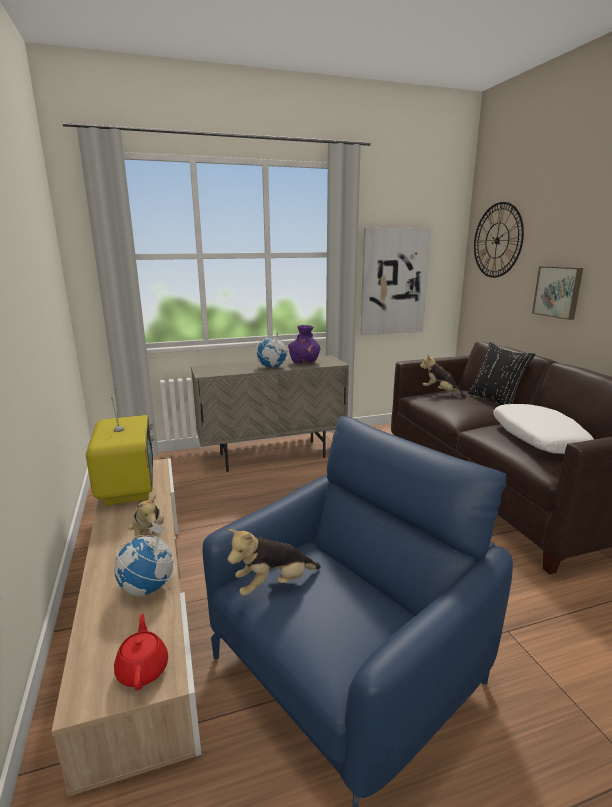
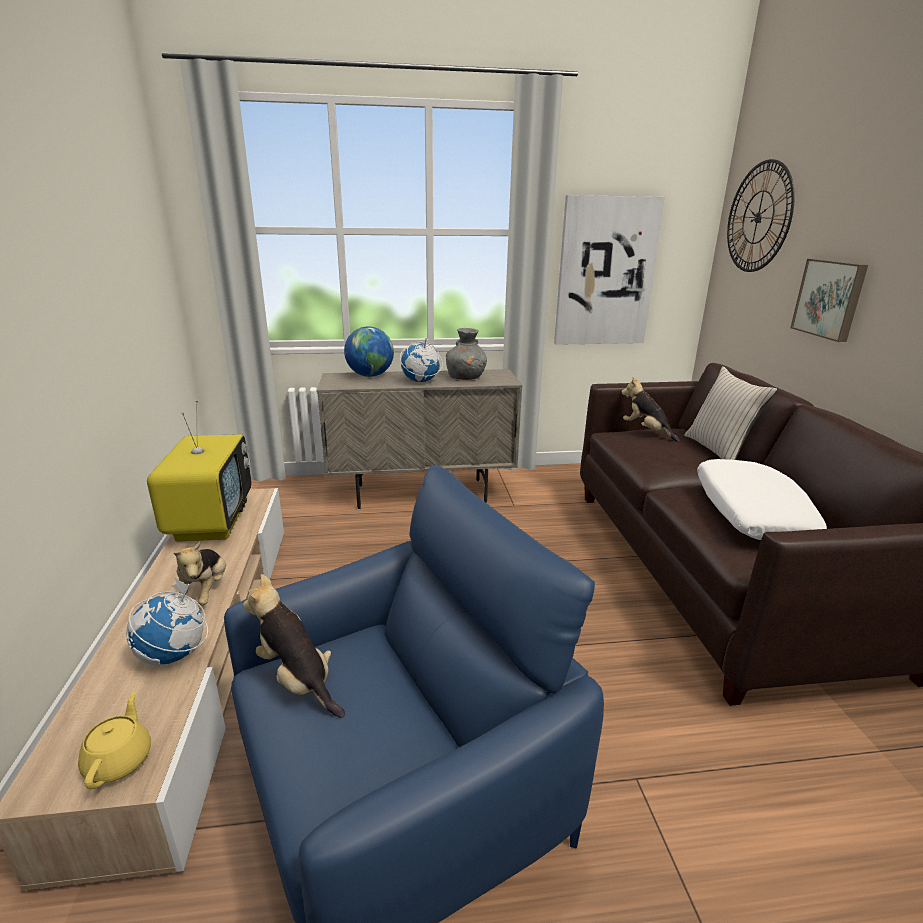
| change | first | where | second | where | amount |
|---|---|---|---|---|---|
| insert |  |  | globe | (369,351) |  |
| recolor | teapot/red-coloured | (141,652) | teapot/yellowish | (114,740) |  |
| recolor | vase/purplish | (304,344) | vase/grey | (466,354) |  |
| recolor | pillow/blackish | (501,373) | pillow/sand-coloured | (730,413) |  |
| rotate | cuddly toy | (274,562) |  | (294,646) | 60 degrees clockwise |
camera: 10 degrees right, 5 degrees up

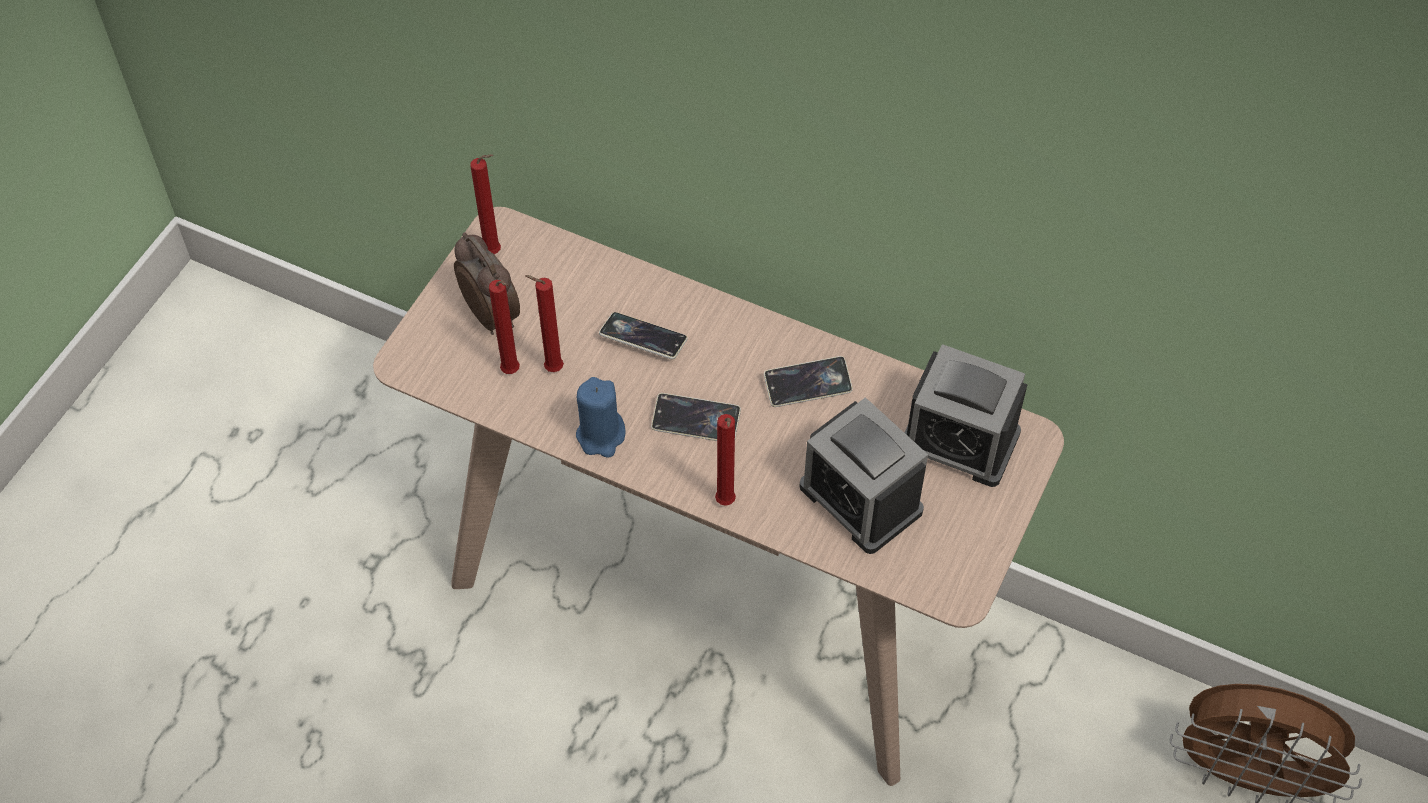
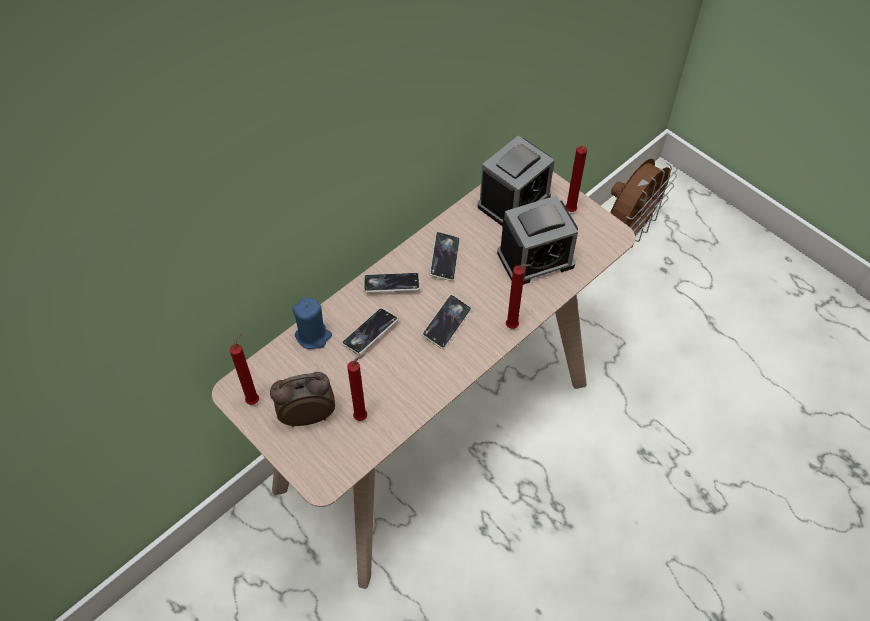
| change | first | where | second | where | amount |
|---|---|---|---|---|---|
| insert |  |  | handset | (392,283) |  |
| move | wax light/red-coloured | (544,323) |  | (576,179) |  |
| move | wax light/blue | (601,417) |  | (312,323) |  |
camera: 70 degrees left, 0 degrees up

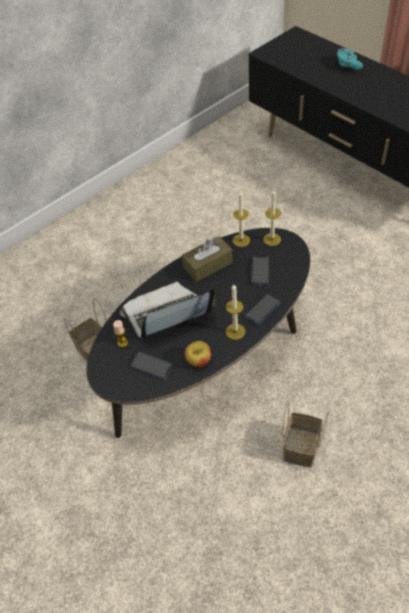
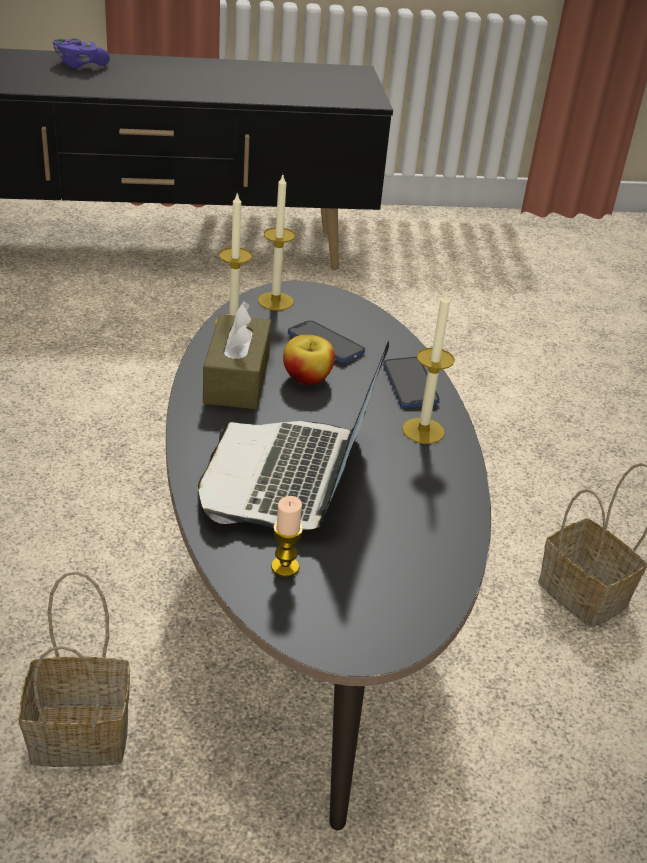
| change | first | where | second | where | amount |
|---|---|---|---|---|---|
| delete | handset | (151,365) |  |  |  |
| move | apple fruit | (197,354) |  | (309,360) |  |
| recolor | game controller/turquoise | (350,59) | game controller/purplish | (81,53) |  |
camera: 60 degrees left, 15 degrees down

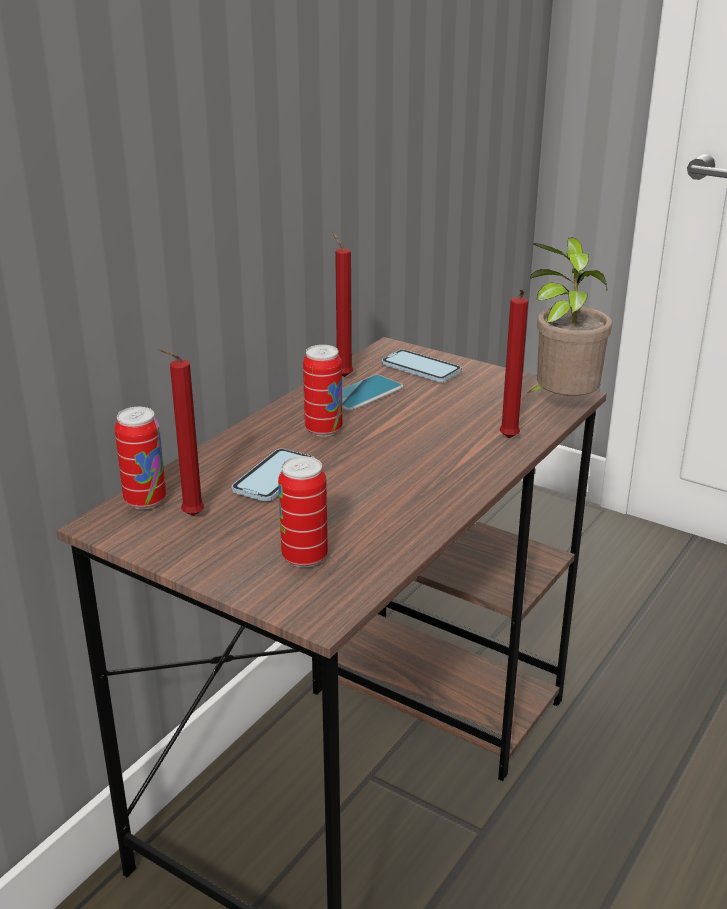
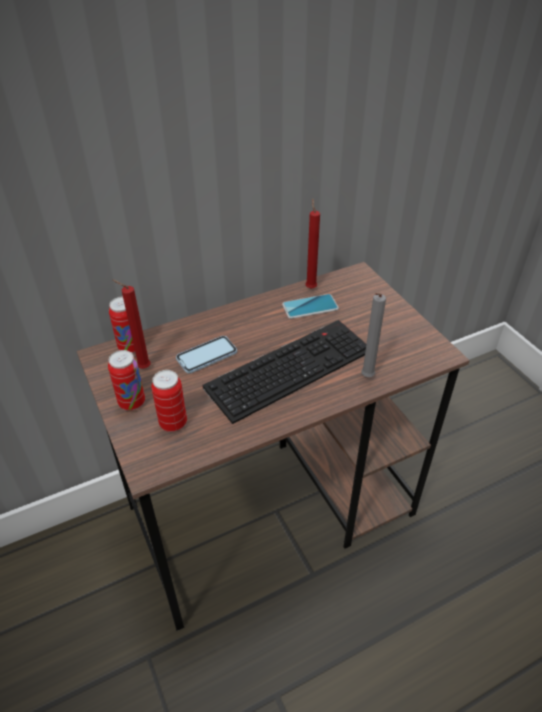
| change | first | where | second | where | amount |
|---|---|---|---|---|---|
| delete | handset | (421,365) |  |  |  |
| delete | potted plant | (569,316) |  |  |  |
| insert |  |  | PC keyboard | (284,372) |  |
| move | can | (322,391) |  | (126,380) |  |
| recolor | wax light/red-coloured | (513,363) | wax light/grey | (373,335) |  |
camera: 30 degrees right, 15 degrees up

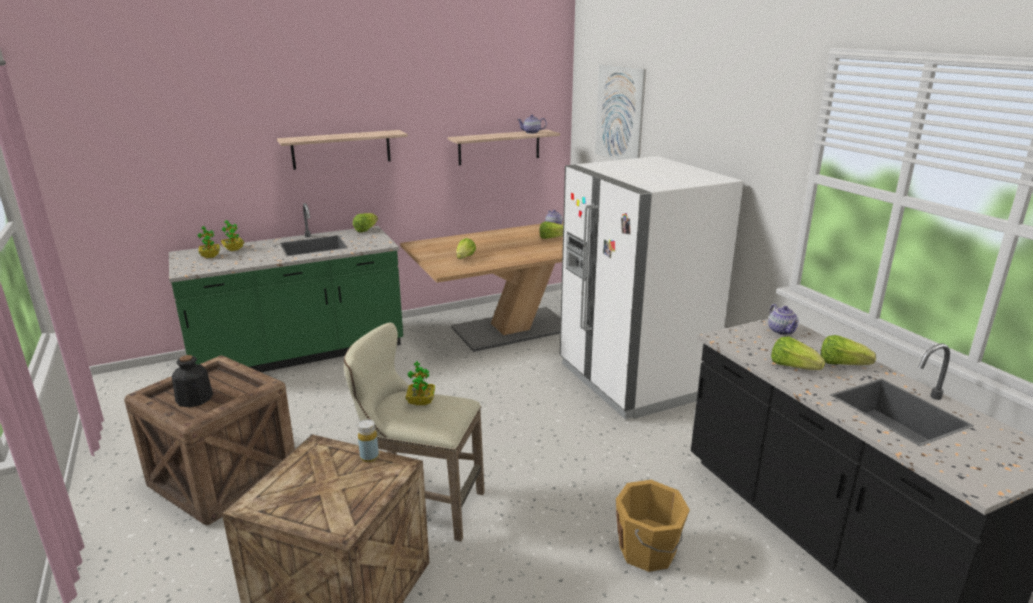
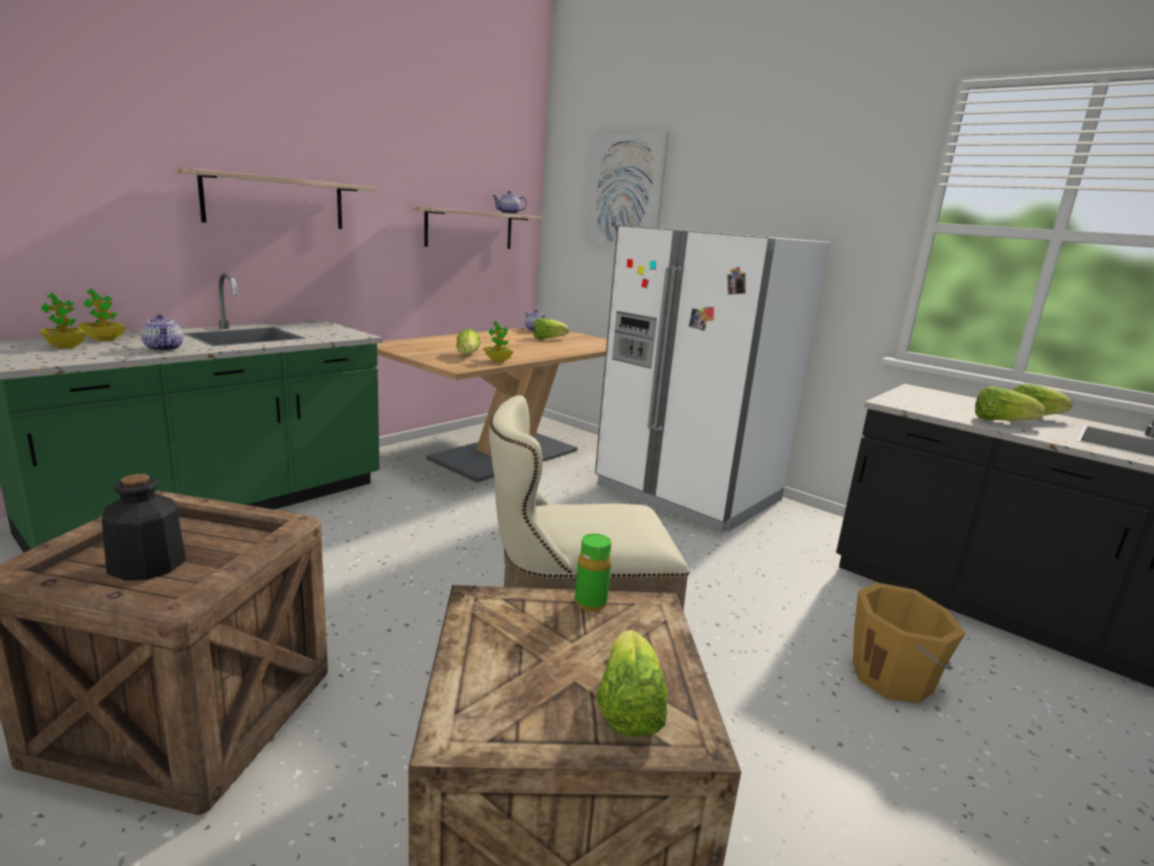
| change | first | where | second | where | amount |
|---|---|---|---|---|---|
| move | lettuce head | (365,222) |  | (632,683) |  |
| move | potted plant | (420,383) |  | (498,341) |  |
| move | teapot | (783,319) |  | (162,332) |  |
| recolor | bottle/yellowish | (368,440) | bottle/green | (593,572) |  |
camera: 25 degrees left, 5 degrees down

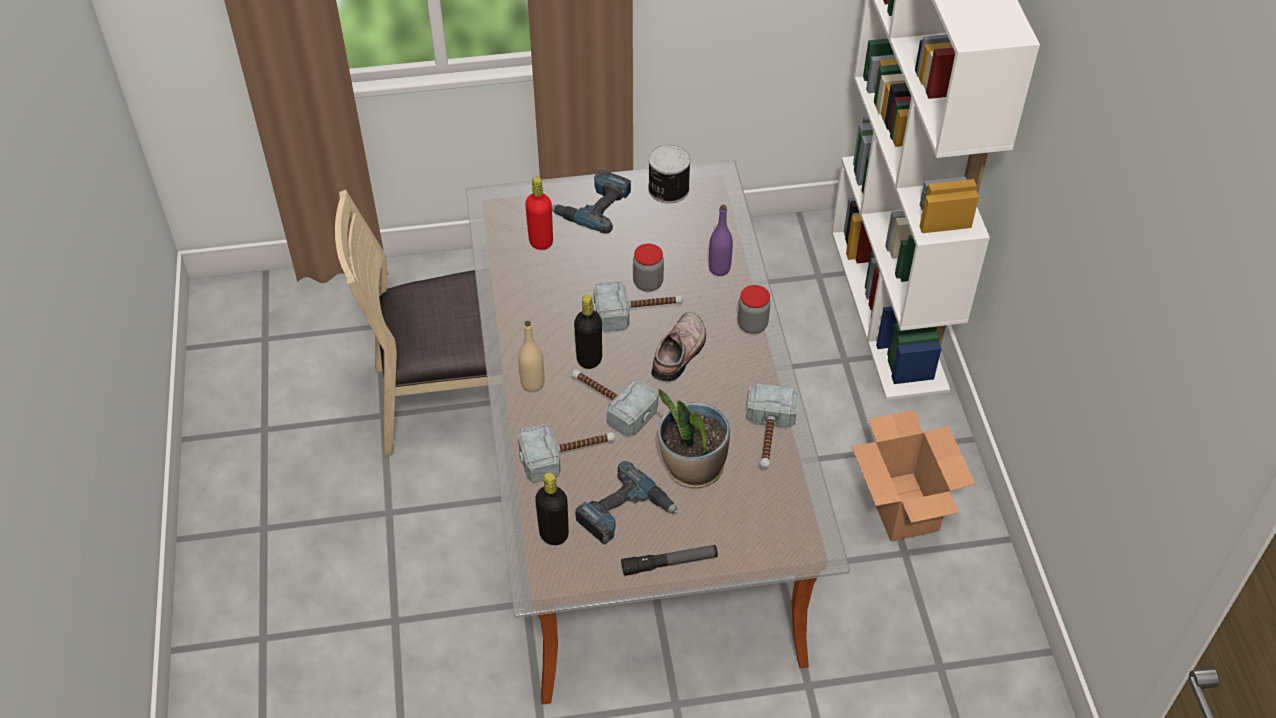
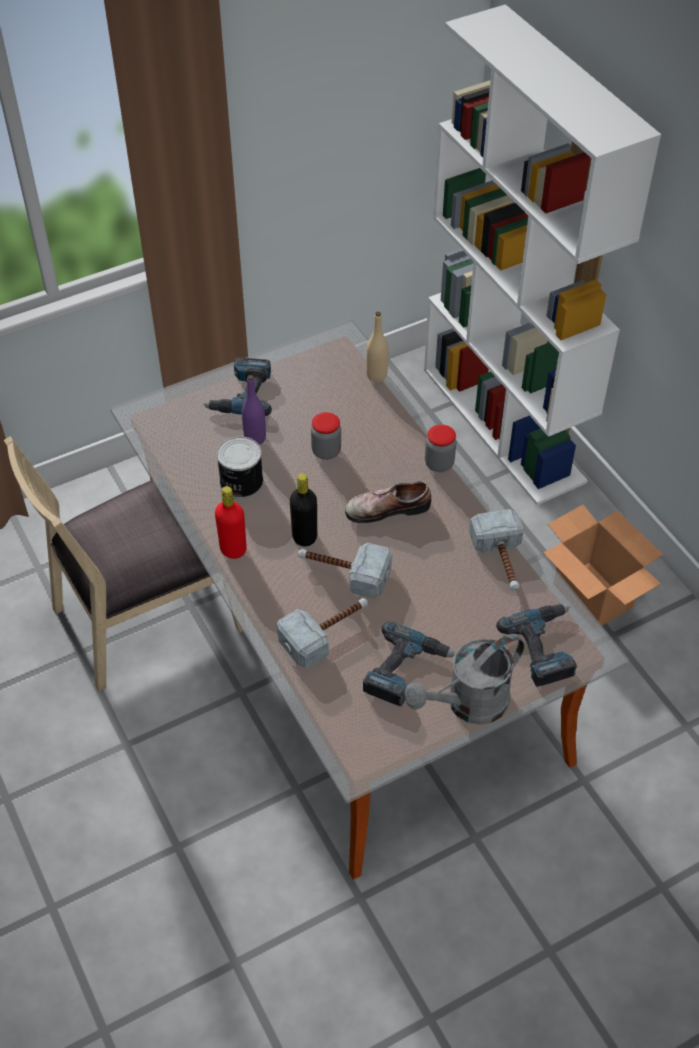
| change | first | where | second | where | amount |
|---|---|---|---|---|---|
| delete | bottle/blackish | (552,509) |  |  |  |
| delete | hammer | (638,306) |  |  |  |
| delete | potted plant | (694,438) |  |  |  |
| insert |  |  | power drill | (536,645) |  |
| move | bottle/sand-coloured | (531,356) |  | (377,346) |  |
| move | bottle/red-coloured | (539,213) |  | (231,522) |  |
| move | can | (669,173) |  | (240,467) |  |
| move | bottle/purplish | (721,240) |  | (254,410) |  |
| replace | hand torch | (669,560) | watering pot/grey | (464,679) |  |
| rotate | low shoe | (678,346) |  | (388,502) | 105 degrees counterclockwise |
camera: 20 degrees left, 0 degrees up

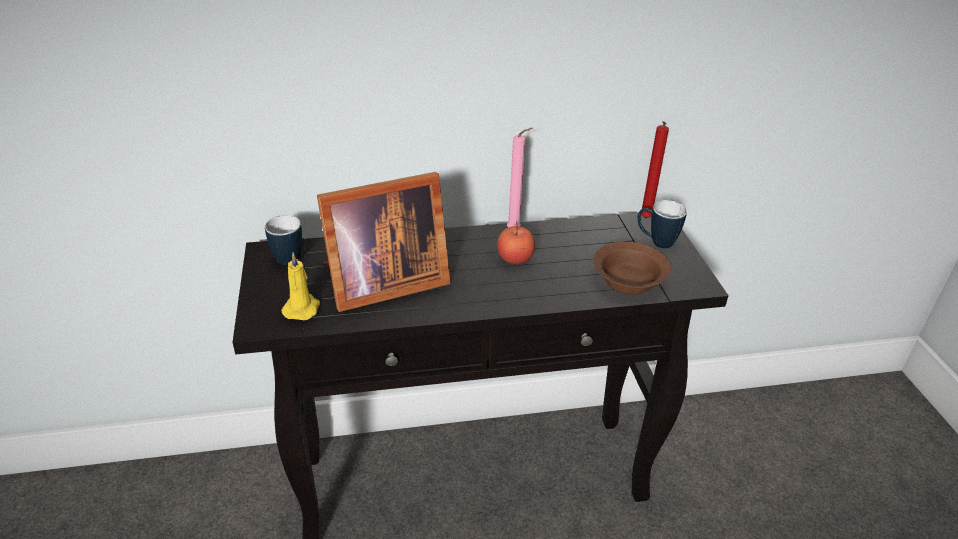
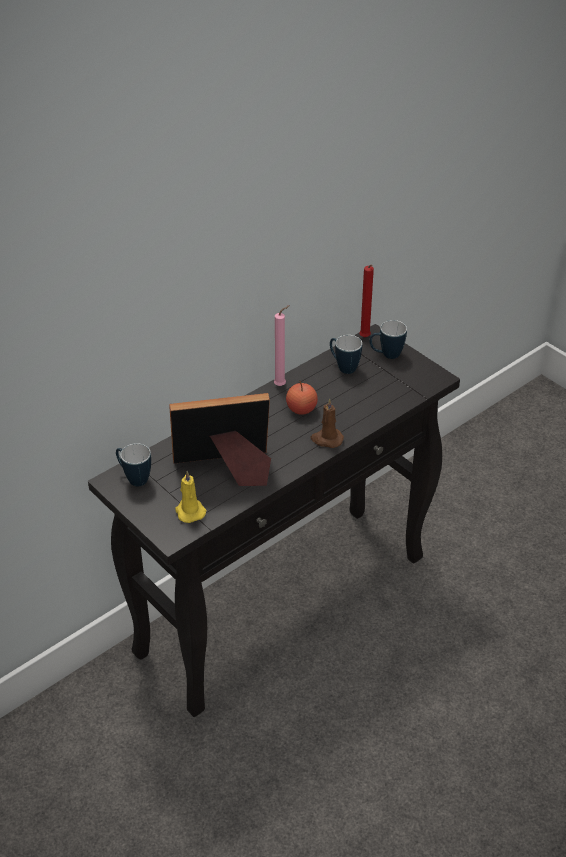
| change | first | where | second | where | amount |
|---|---|---|---|---|---|
| delete | deep dish/brownish | (632,268) |  |  |  |
| insert |  |  | wax light/brownish | (327,423) |  |
| insert |  |  | coffee mug | (346,354) |  |
| rotate | photo frame | (384,242) |  | (220,439) | 135 degrees counterclockwise |
camera: 30 degrees left, 5 degrees up

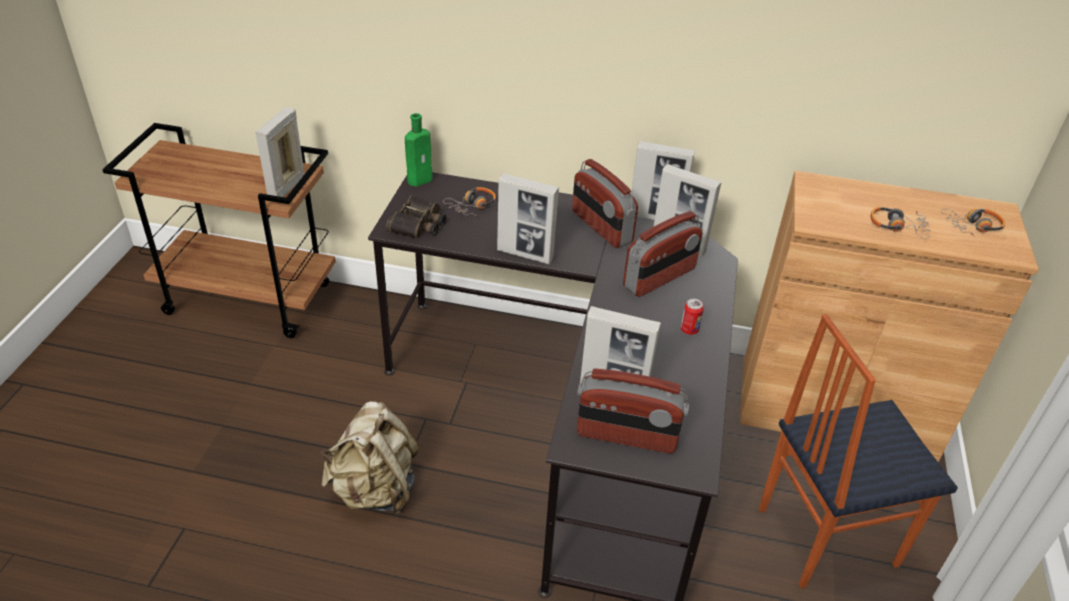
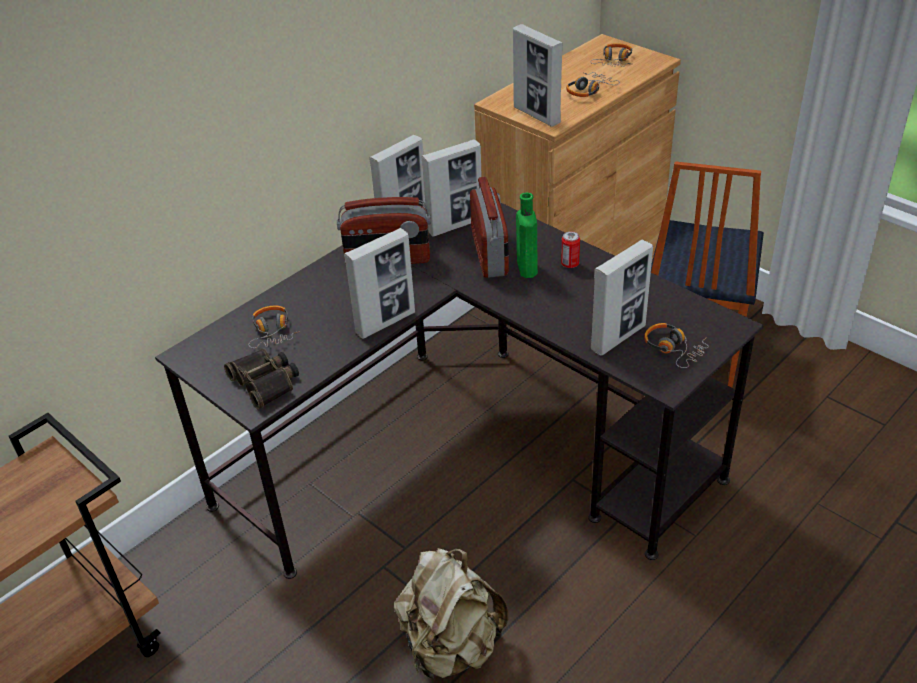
| change | first | where | second | where | amount |
|---|---|---|---|---|---|
| move | photo frame | (280,155) |  | (538,75) |  |
| move | bottle/green | (418,149) |  | (527,235) |  |
| replace | radio | (633,411) | headset | (676,345) |  |
camera: 55 degrees left, 0 degrees up

